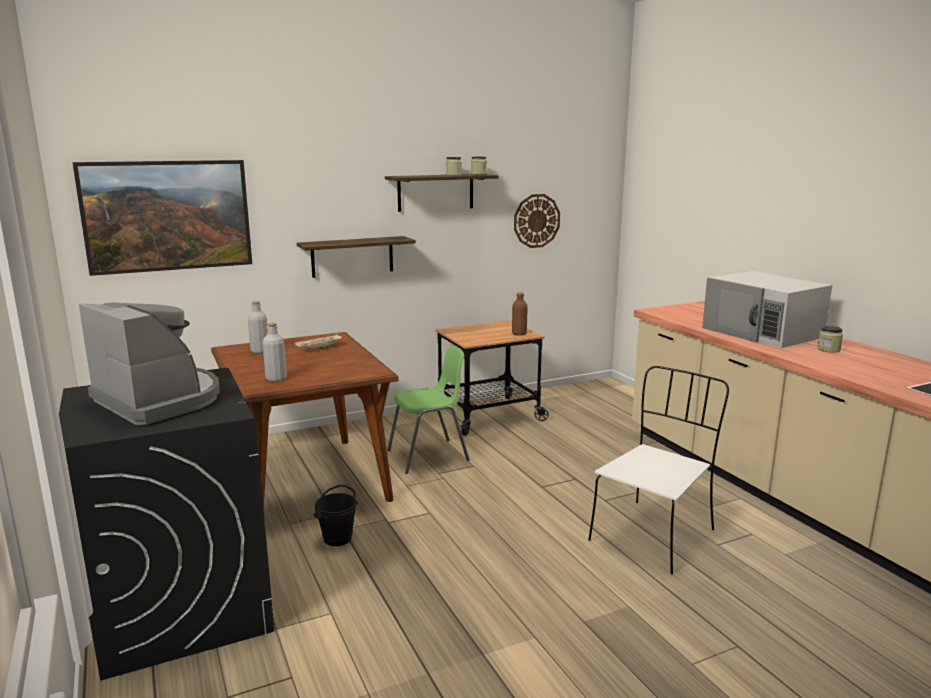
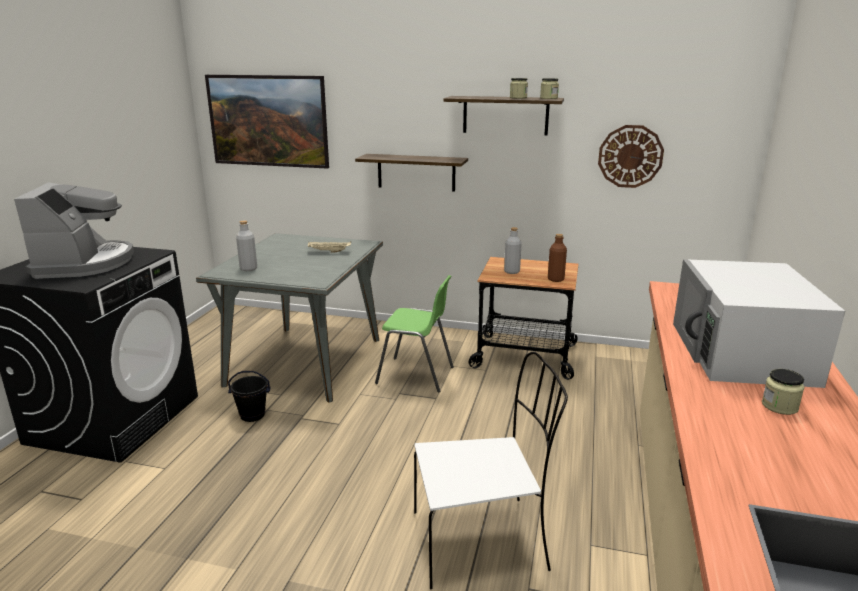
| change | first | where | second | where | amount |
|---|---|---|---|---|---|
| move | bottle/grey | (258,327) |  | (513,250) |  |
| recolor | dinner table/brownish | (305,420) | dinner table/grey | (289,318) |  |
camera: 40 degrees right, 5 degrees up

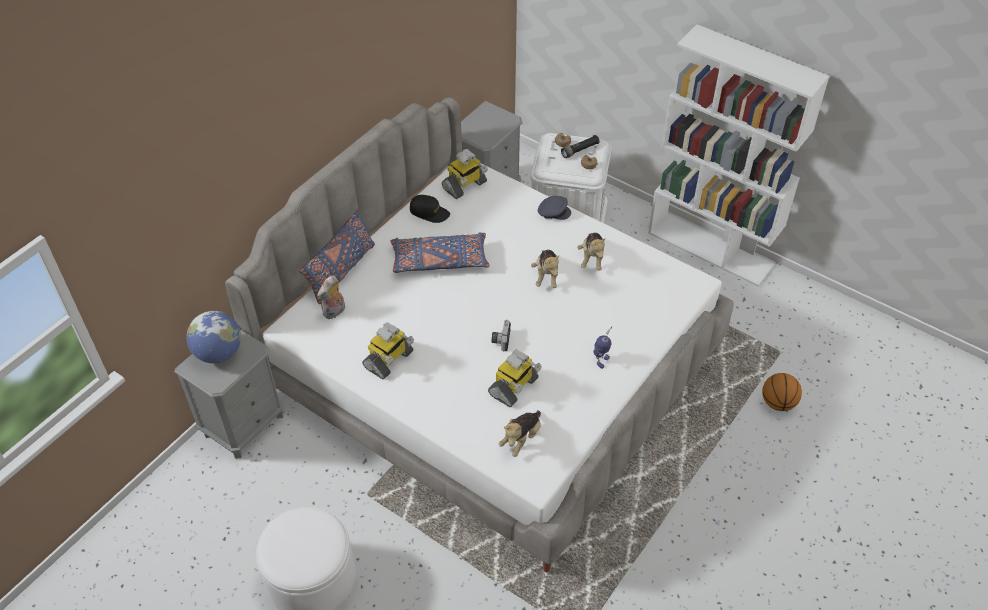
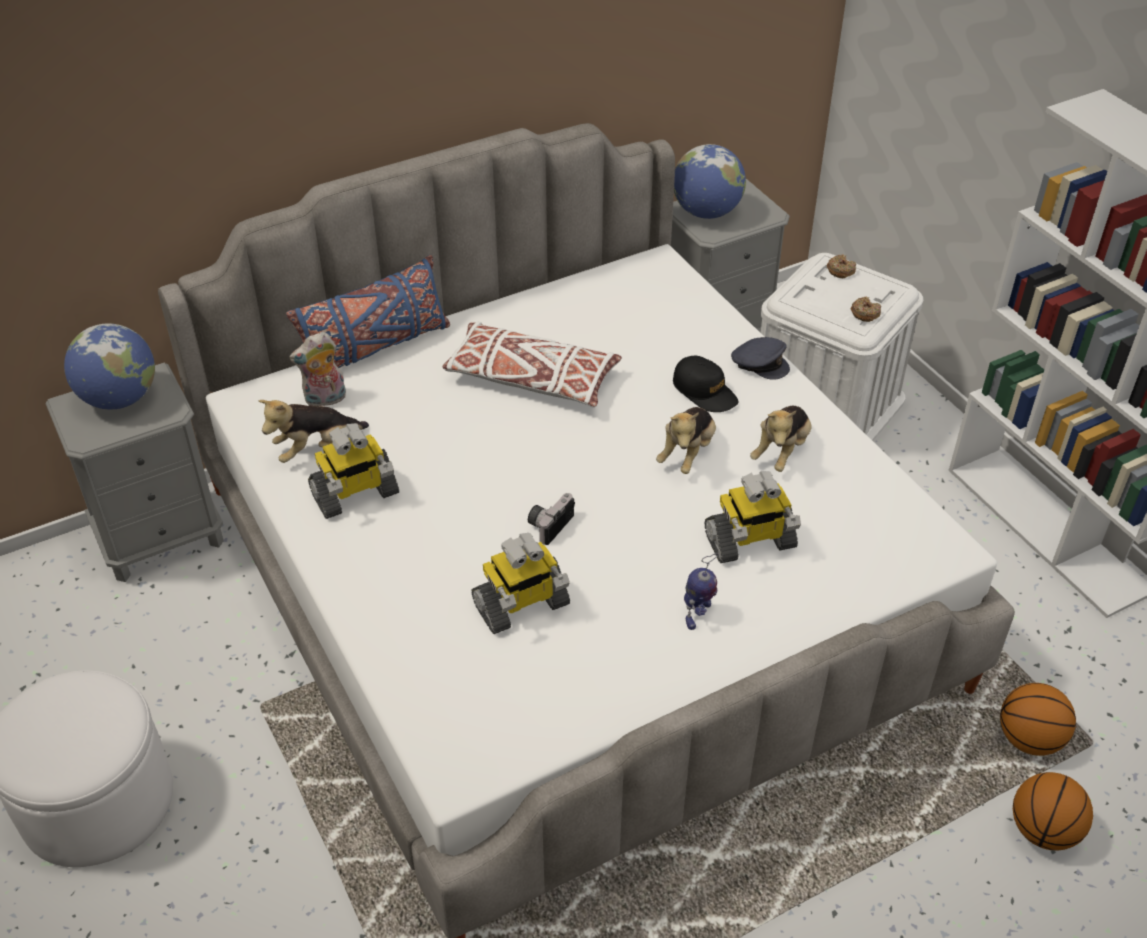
| change | first | where | second | where | amount |
|---|---|---|---|---|---|
| delete | hand torch/blackish | (580,146) |  |  |  |
| insert |  |  | globe | (710,181) |  |
| insert |  |  | basketball | (1038,719) |  |
| move | baseball cap/blackish | (430,209) |  | (705,384) |  |
| move | robot figure | (465,174) |  | (753,517) |  |
| move | cuddly toy | (520,433) |  | (314,431) |  |
| recolor | pillow/blue | (440,253) | pillow/white | (532,364) |  |
camera: 25 degrees right, 5 degrees down

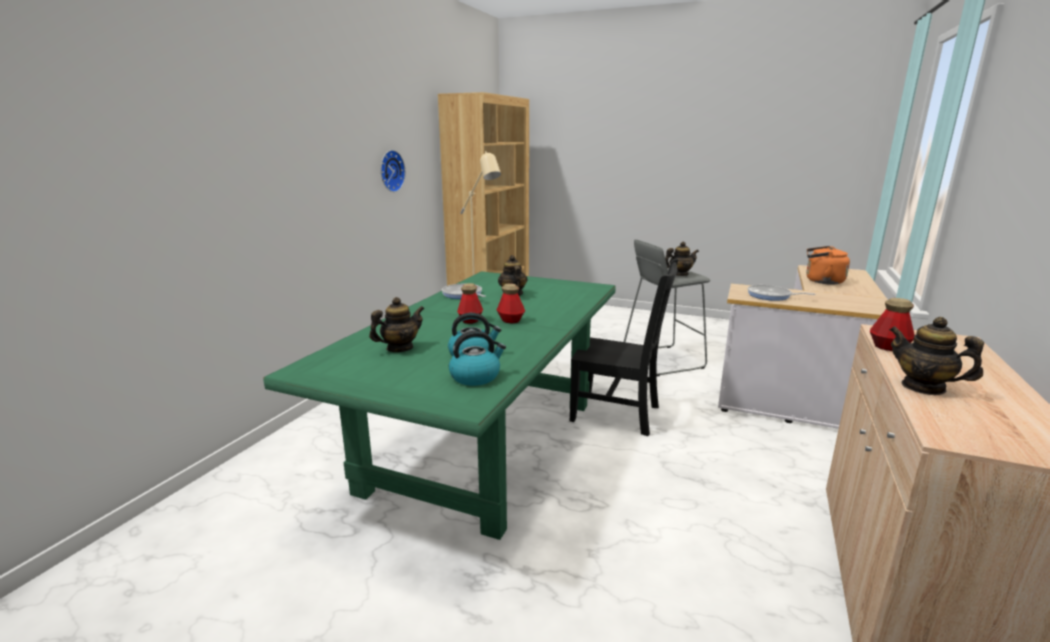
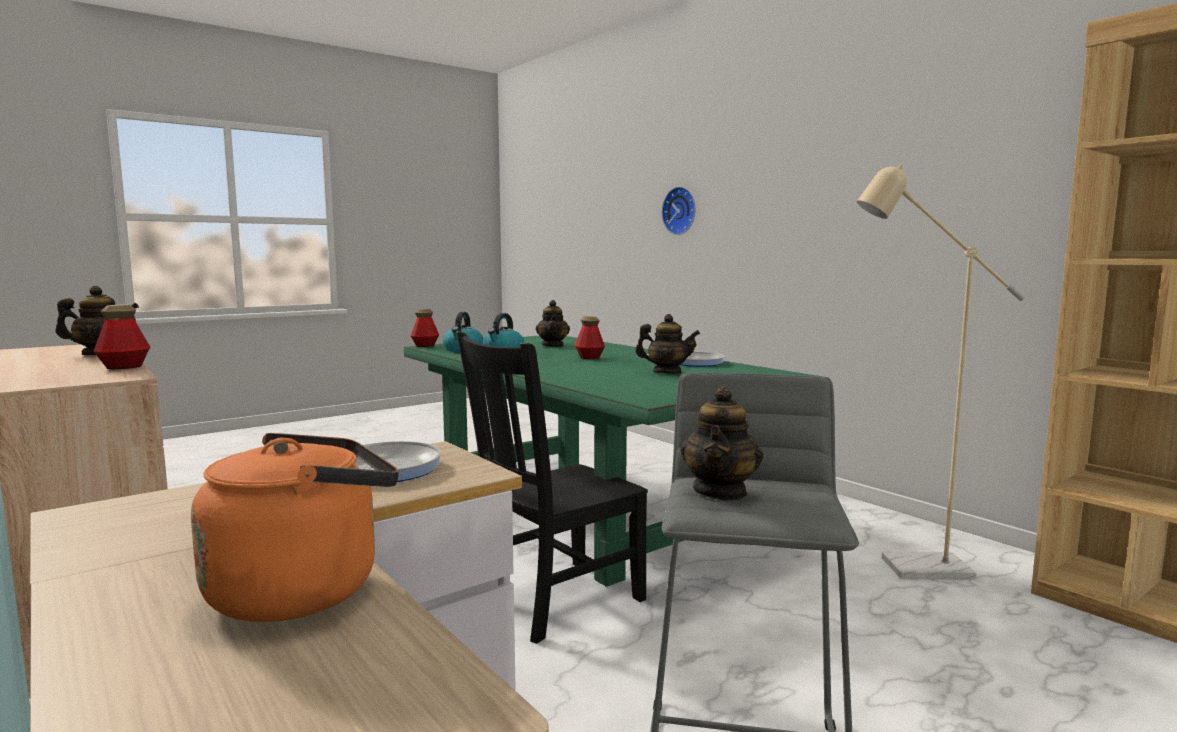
| change | first | where | second | where | amount |
|---|---|---|---|---|---|
| move | clock on the wall | (393,171) |  | (679,210) |  |
| move | bottle | (511,303) |  | (425,328) |  |
camera: 120 degrees right, 10 degrees down

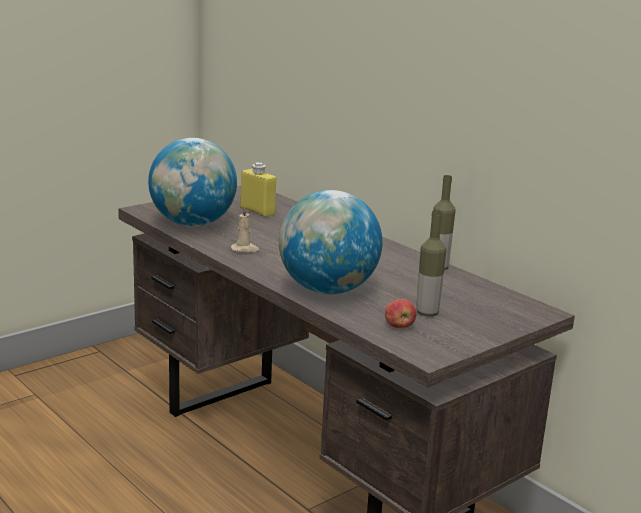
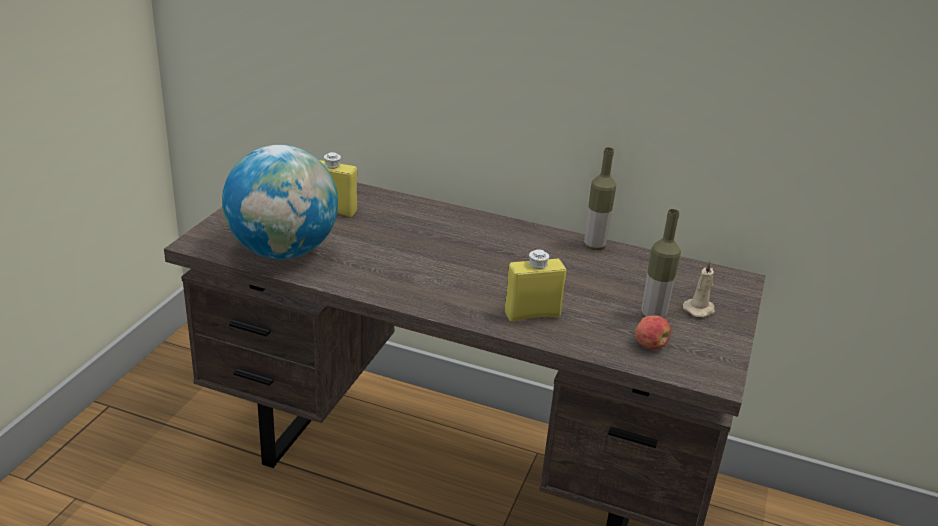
| change | first | where | second | where | amount |
|---|---|---|---|---|---|
| move | wax light/sand-coloured | (245,229) |  | (699,289) |  |
| replace | globe | (331,242) | bottle/yellowish | (535,285) |  |
camera: 30 degrees left, 10 degrees up

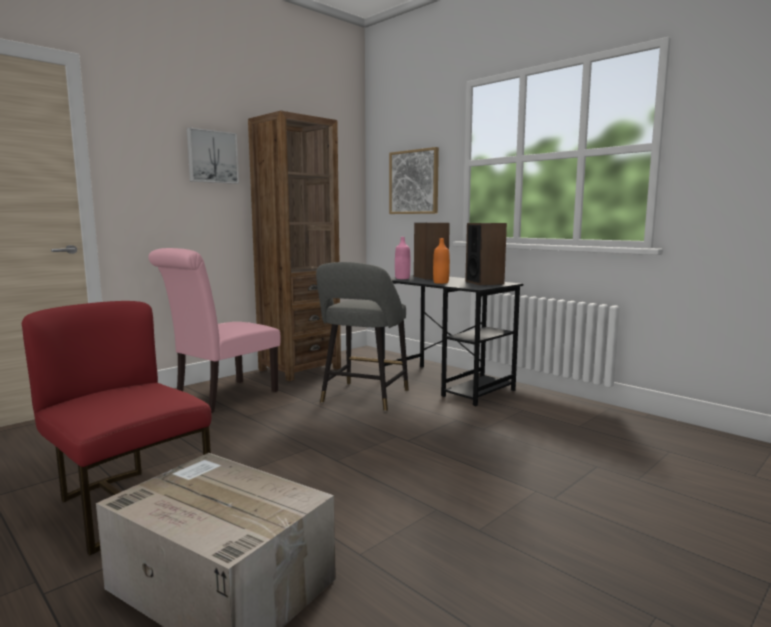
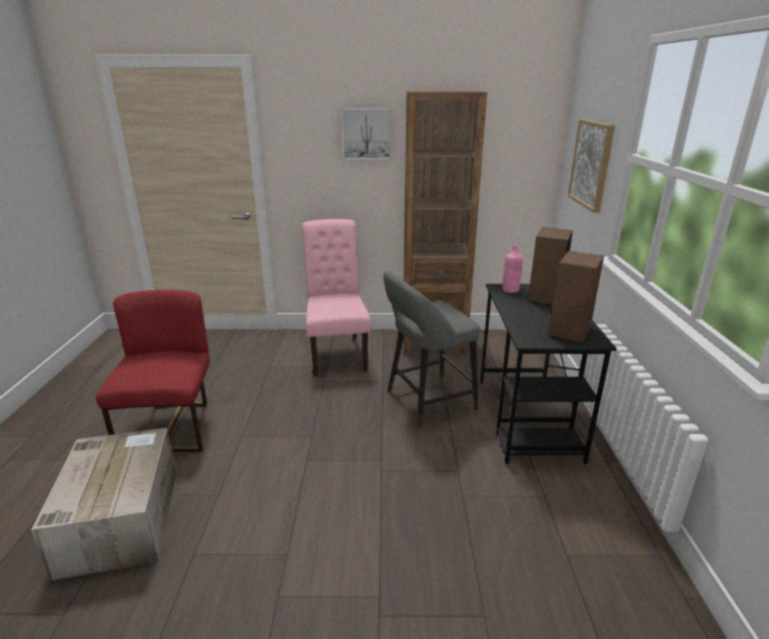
| change | first | where | second | where | amount |
|---|---|---|---|---|---|
| delete | bottle/orange | (441,261) |  |  |  |
| rotate | upright chair/pinkish | (214,330) |  | (336,297) | 90 degrees clockwise |
camera: 45 degrees right, 15 degrees up

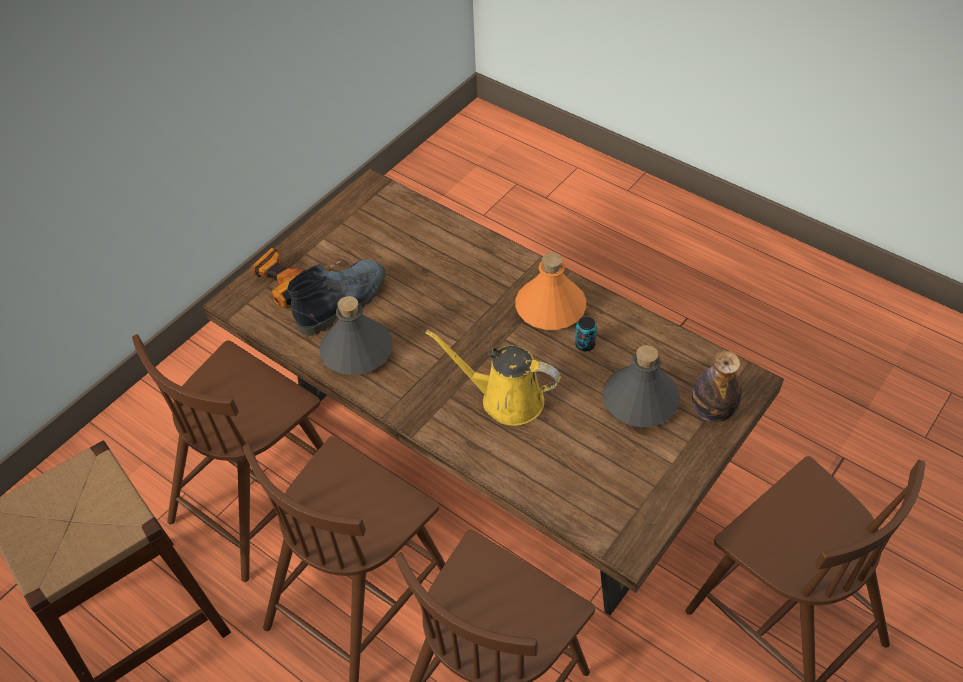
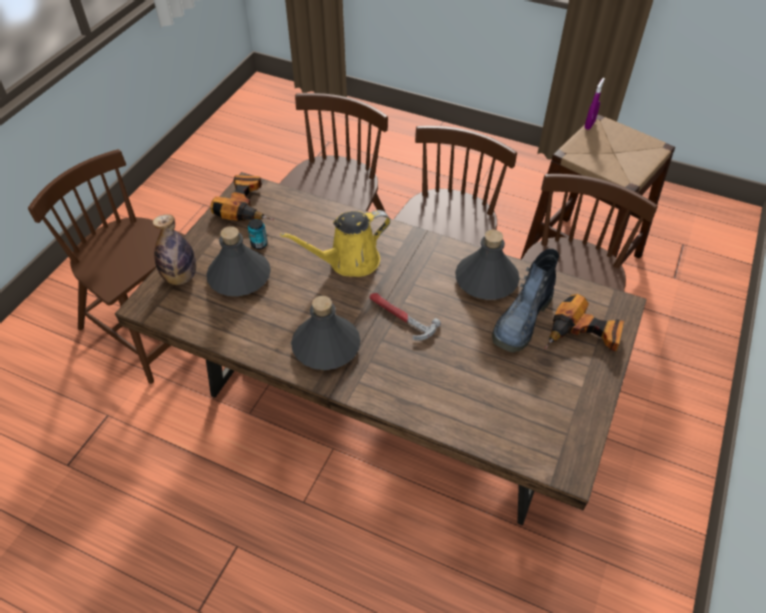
| change | first | where | second | where | amount |
|---|---|---|---|---|---|
| insert |  |  | power drill | (242,198) |  |
| insert |  |  | hammer | (405,316) |  |
| insert |  |  | hand sprayer/purplish | (594,104) |  |
| move | can | (586,333) |  | (258,234) |  |
| recolor | bottle/orange | (550,291) | bottle/grey | (326,333) |  |
| rotate | watering pot/yellowish | (493,378) |  | (335,243) | 150 degrees clockwise |
camera: 165 degrees right, 0 degrees up

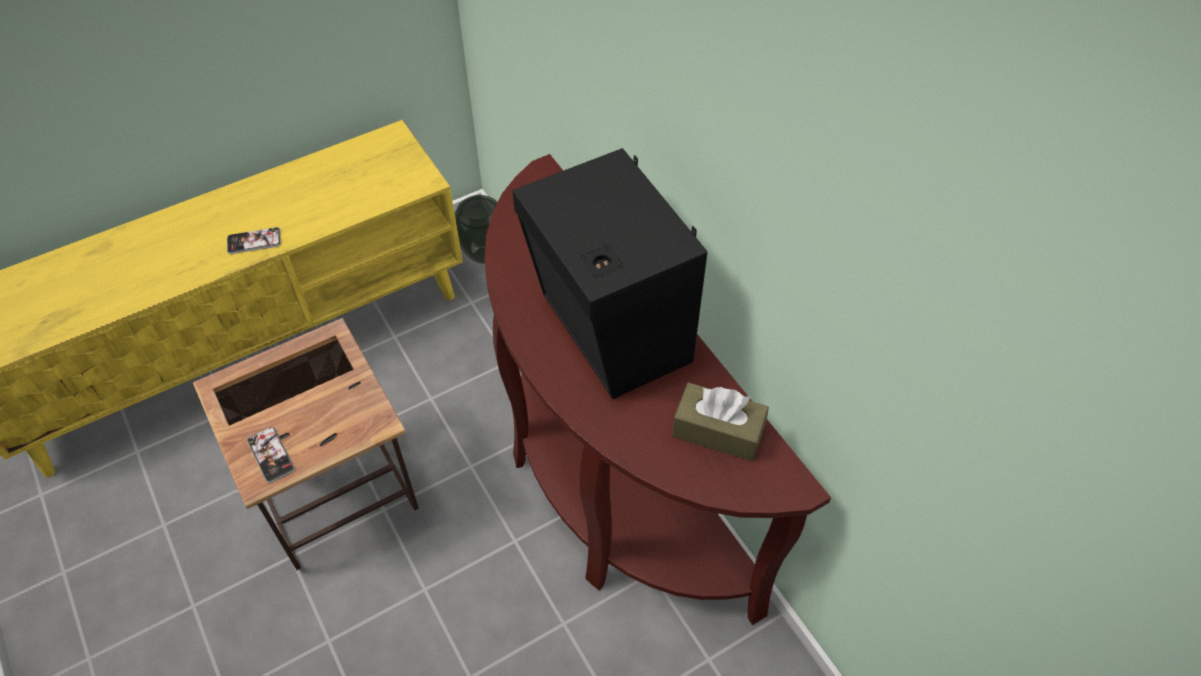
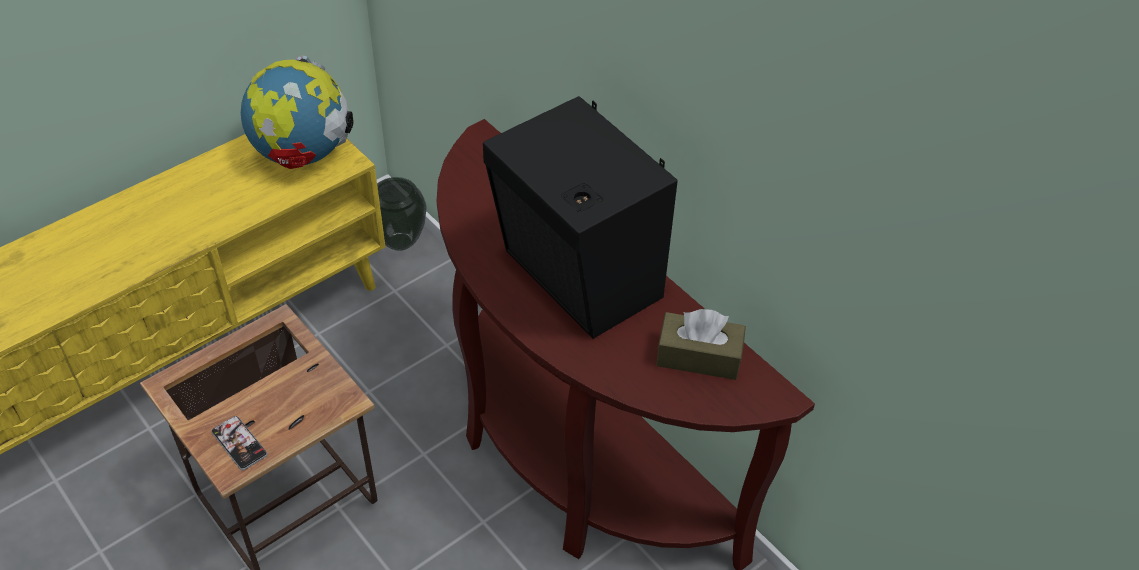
| change | first | where | second | where | amount |
|---|---|---|---|---|---|
| delete | handset | (254,240) |  |  |  |
| insert |  |  | globe | (297,112) |  |
camera: 10 degrees left, 5 degrees down

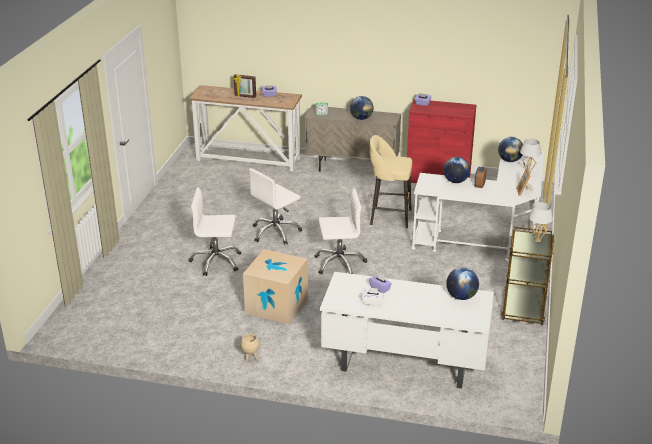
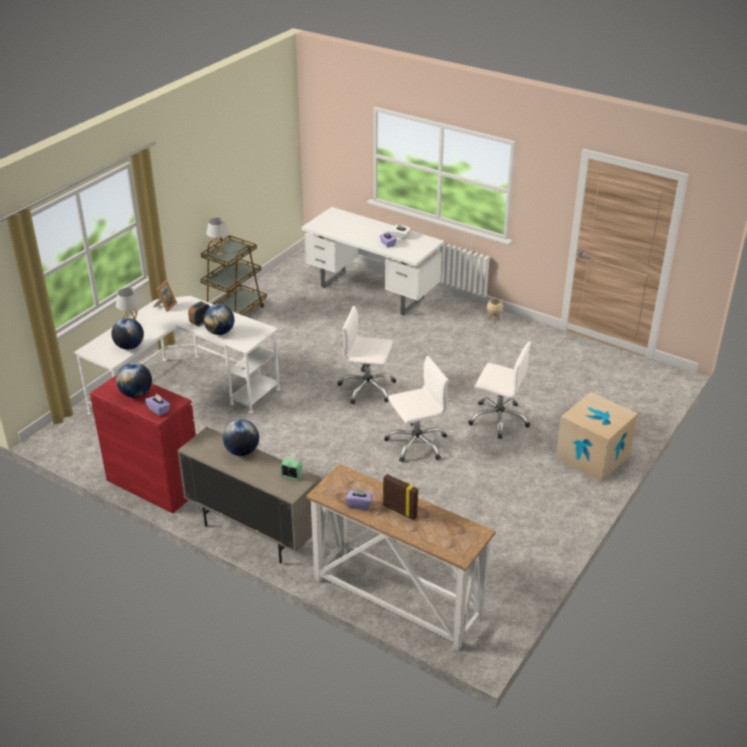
| change | first | where | second | where | amount |
|---|---|---|---|---|---|
| delete | stool/sand-coloured | (391,181) |  |  |  |
| move | carton | (275,287) |  | (597,437) |  |
| move | globe | (462,283) |  | (134,380) |  |
camera: 160 degrees left, 5 degrees up

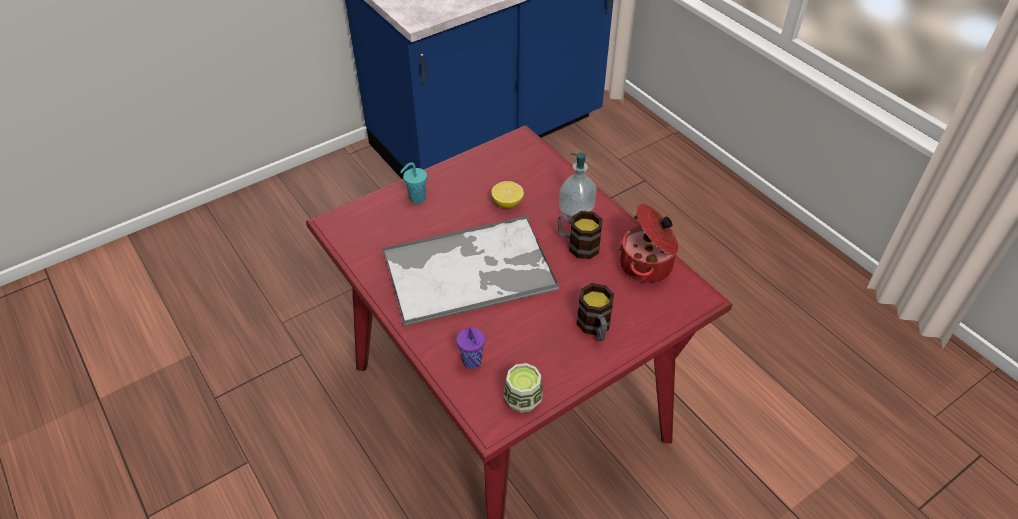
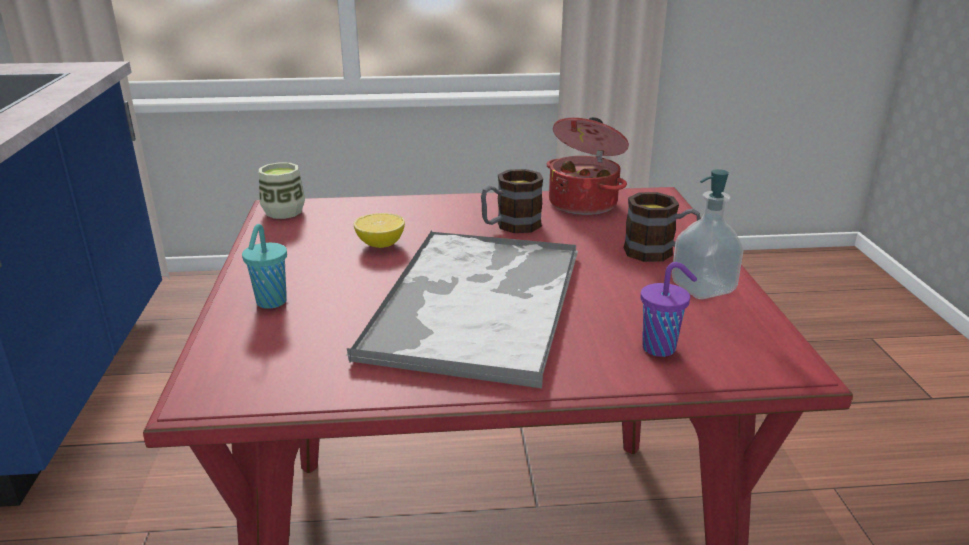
| change | first | where | second | where | amount |
|---|---|---|---|---|---|
| move | small cup | (523,388) |  | (282,190) |  |
| move | soap bottle | (578,184) |  | (708,234) |  |
camera: 60 degrees left, 20 degrees down

